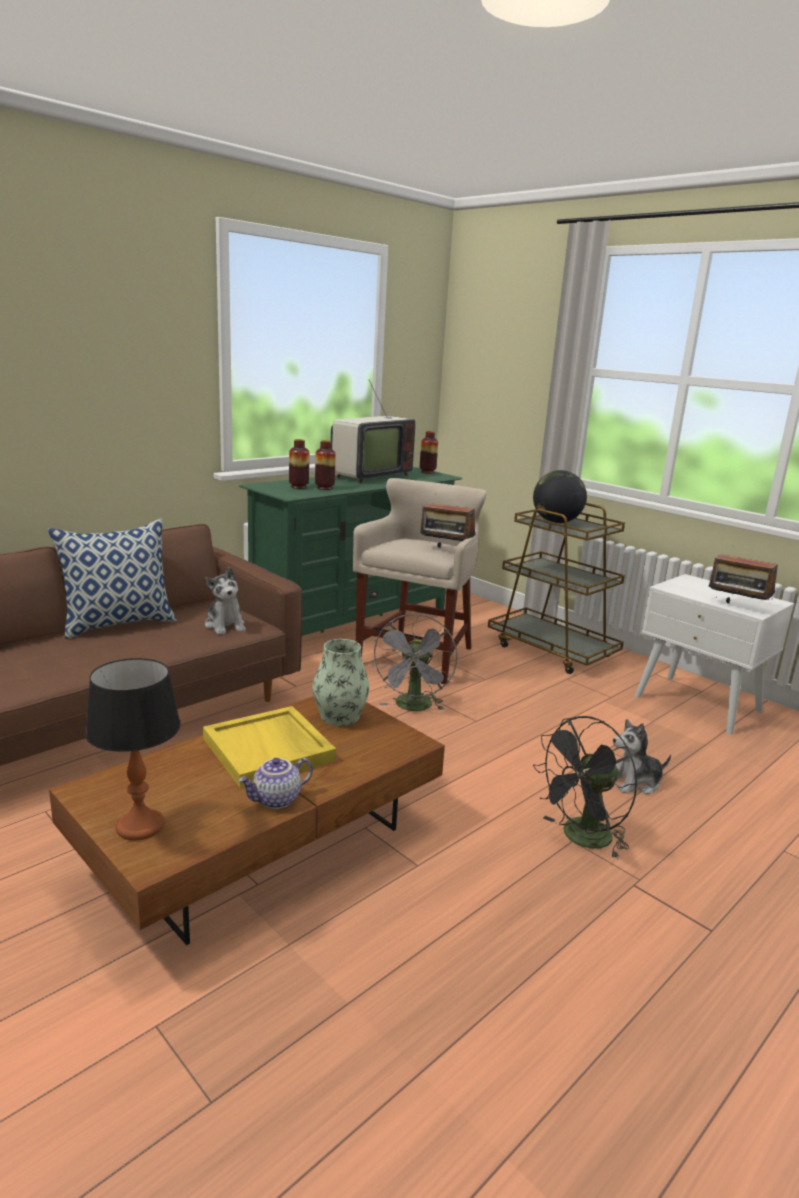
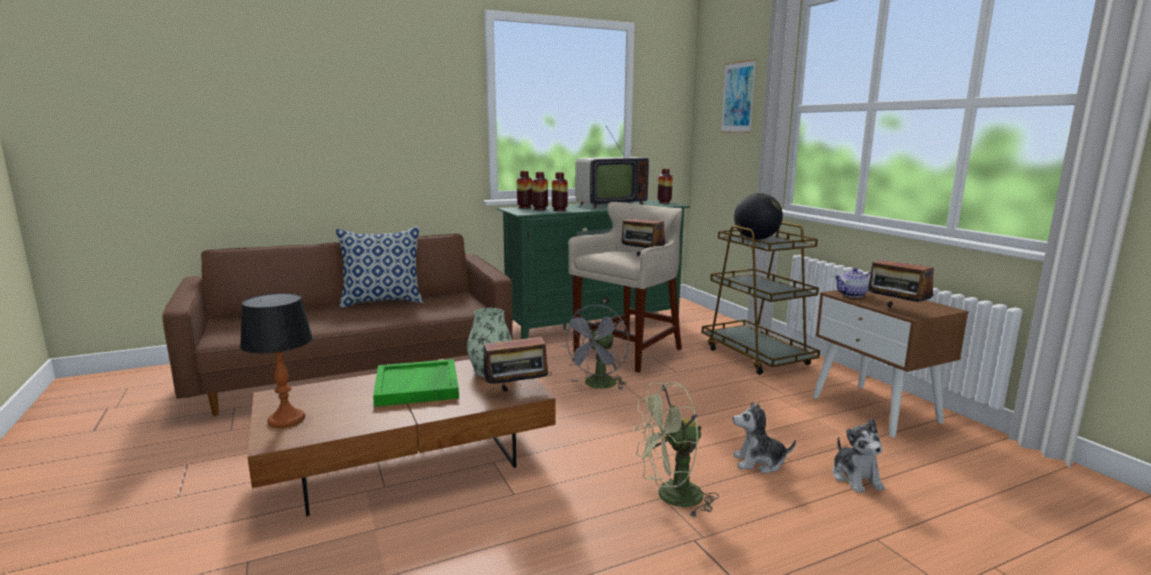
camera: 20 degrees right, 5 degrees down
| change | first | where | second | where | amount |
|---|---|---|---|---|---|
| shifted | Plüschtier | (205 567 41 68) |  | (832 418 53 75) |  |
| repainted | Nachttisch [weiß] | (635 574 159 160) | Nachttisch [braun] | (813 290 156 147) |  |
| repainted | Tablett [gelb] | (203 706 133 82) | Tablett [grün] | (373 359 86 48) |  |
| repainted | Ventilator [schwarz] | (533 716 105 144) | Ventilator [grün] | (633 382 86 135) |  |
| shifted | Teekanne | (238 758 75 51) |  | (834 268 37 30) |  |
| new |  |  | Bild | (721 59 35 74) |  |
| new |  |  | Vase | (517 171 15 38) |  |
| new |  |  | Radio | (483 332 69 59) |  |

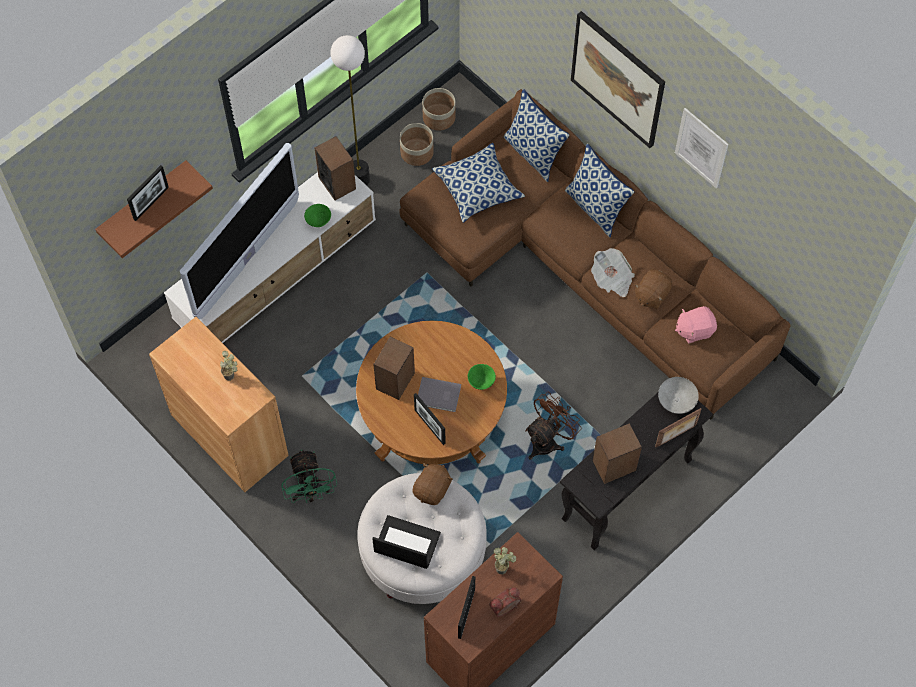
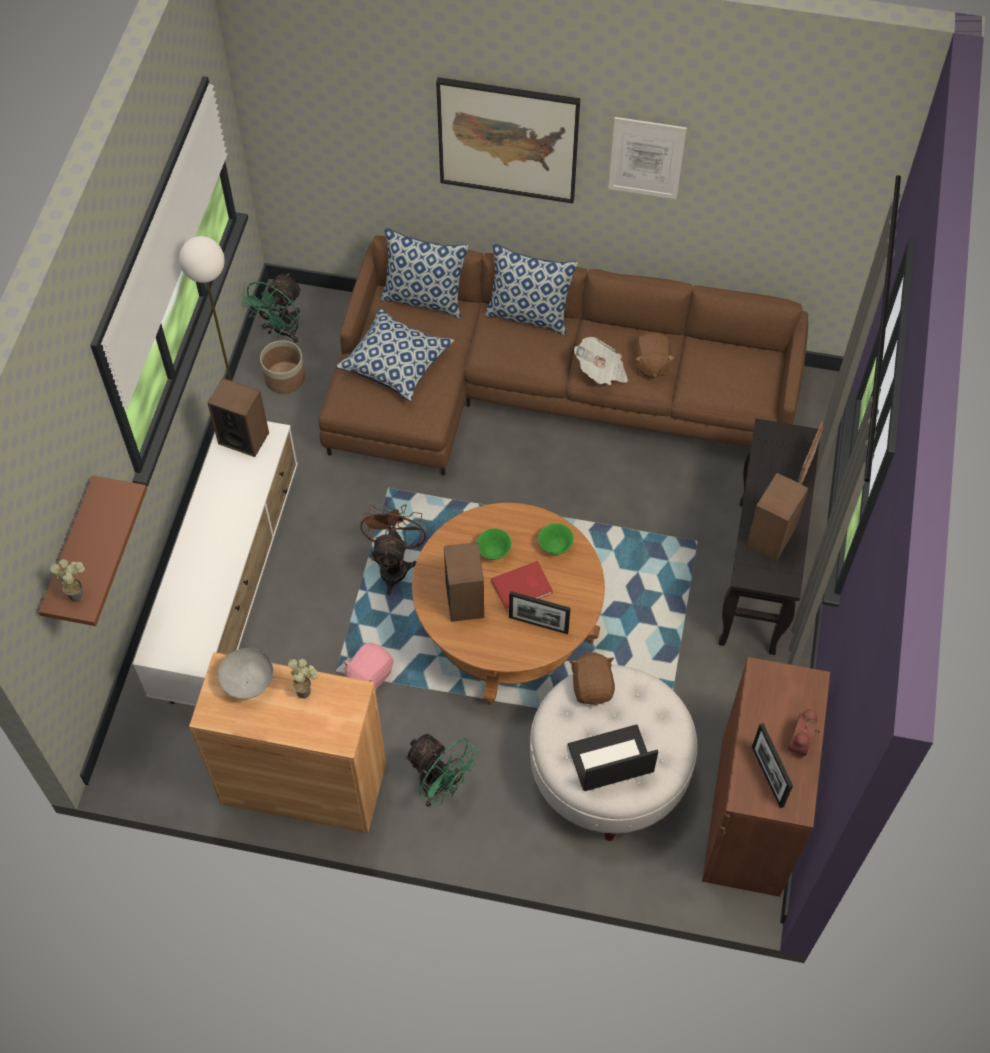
camera: 35 degrees left, 5 degrees down
| change | first | where | second | where | amount |
|---|---|---|---|---|---|
| swapped | Pflanzkübel | (422 88 34 43) | Ventilator [grün] | (241 273 61 70) |  |
| gone | Fernseher | (180 143 119 176) |  |  |  |
| gone | Bilderrahmen | (127 165 42 56) |  |  |  |
| shifted | Schüssel [grün] | (304 204 27 23) |  | (477 528 35 32) |  |
| shifted | Plüschtier [rosa] | (675 306 42 37) |  | (343 642 50 49) |  |
| repainted | Buch [grau] | (418 377 43 35) | Buch [rot] | (491 561 62 50) |  |
| shifted | Schüssel [grau] | (658 377 41 37) |  | (218 648 55 51) |  |
| shifted | Ventilator [braun] | (525 392 57 68) |  | (360 501 68 94) |  |
| shifted | Topfpflanze | (494 547 22 28) |  | (50 559 35 43) |  |

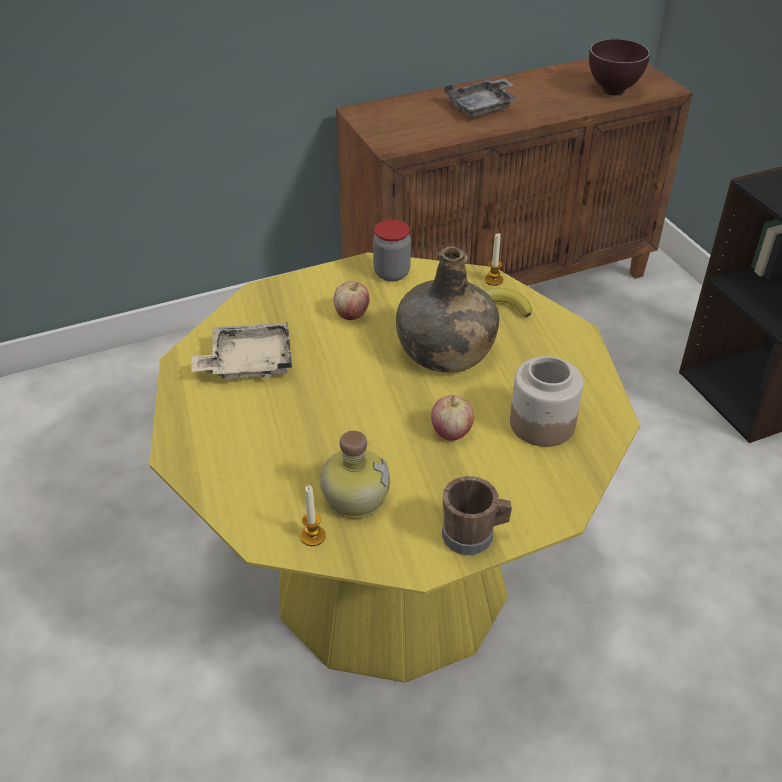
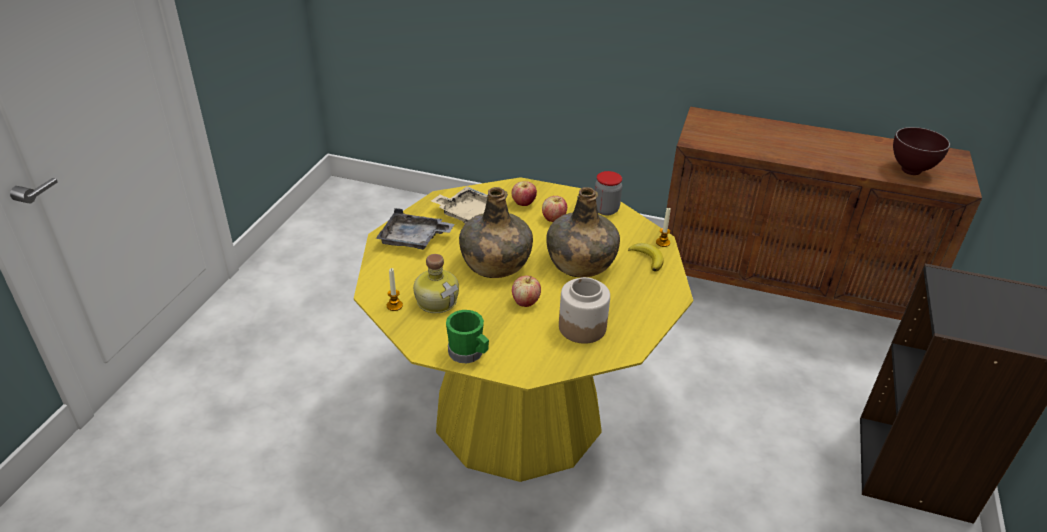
camera: 40 degrees right, 5 degrees down
| change | first | where | second | where | amount |
|---|---|---|---|---|---|
| shifted | Tablett [grau] | (444 78 73 39) |  | (376 208 78 42) |  |
| repainted | Henkelbecher [braun] | (442 476 70 79) | Henkelbecher [grün] | (446 310 43 53) |  |
| new |  |  | Apfel | (512 181 25 25) |  |
| new |  |  | Flasche [grün] | (459 187 74 91) |  |

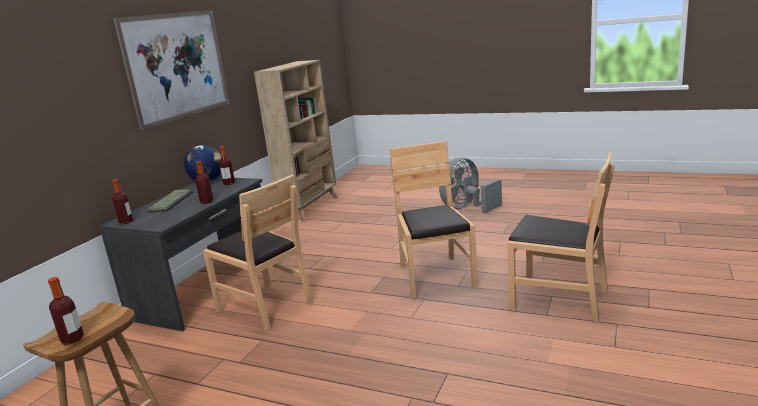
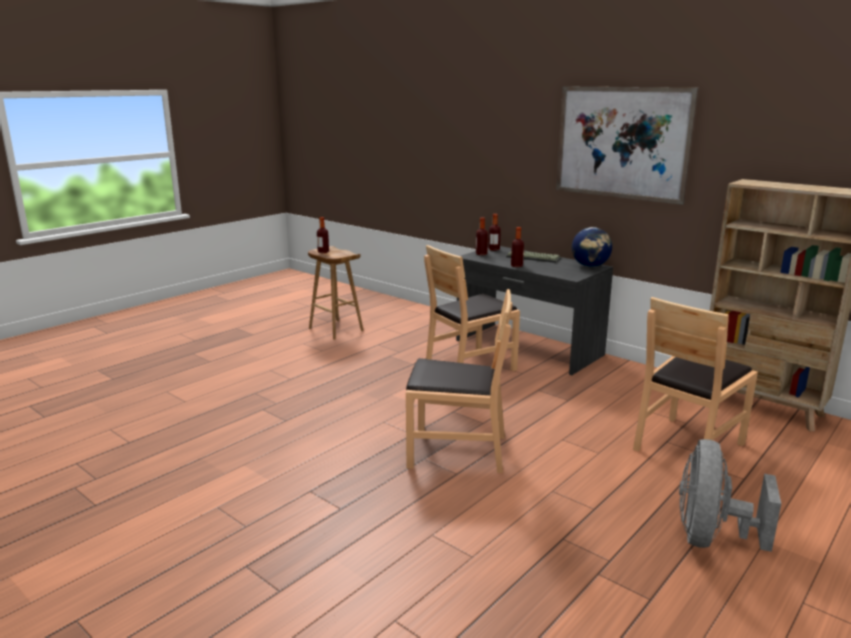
camera: 105 degrees right, 0 degrees up
| change | first | where | second | where | amount |
|---|---|---|---|---|---|
| shifted | Flasche | (219 146 16 39) |  | (476 217 12 38) |  |
| shifted | Stuhl [braun] | (507 152 107 170) |  | (633 297 125 155) |  |
| rotated | Ventilator [grau] | (439 157 63 56) |  | (679 439 102 113) | 135 degrees counterclockwise |

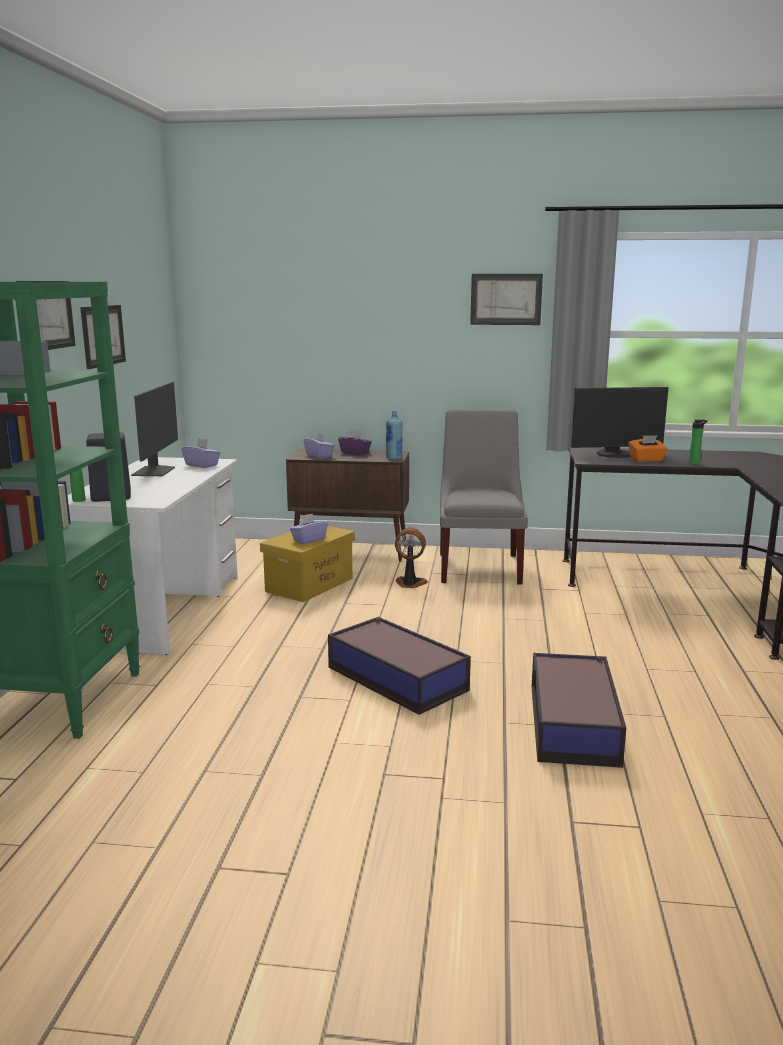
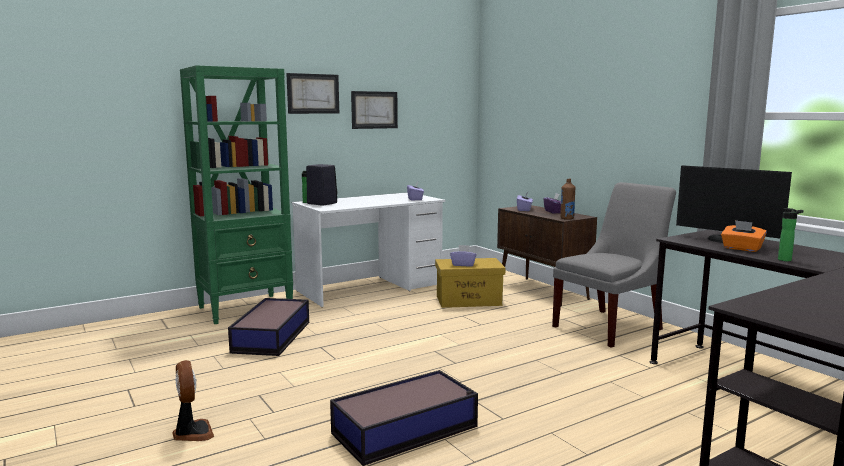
camera: 50 degrees right, 5 degrees down
| change | first | where | second | where | amount |
|---|---|---|---|---|---|
| gone | Bild | (470 274 73 51) |  |  |  |
| gone | Monitor | (131 382 47 94) |  |  |  |
| repainted | Flasche [blau] | (386 411 17 49) | Flasche [braun] | (560 179 15 41) |  |
| shifted | Ventilator | (395 528 33 60) |  | (172 360 42 81) |  |
| shifted | Aufbewahrungsbox | (328 617 143 98) |  | (228 298 81 58) |  |

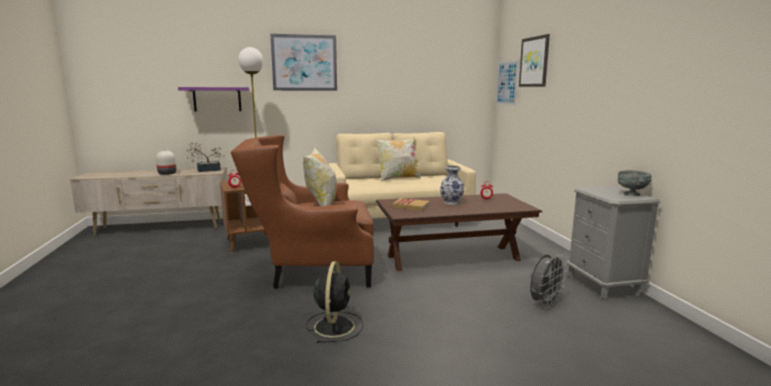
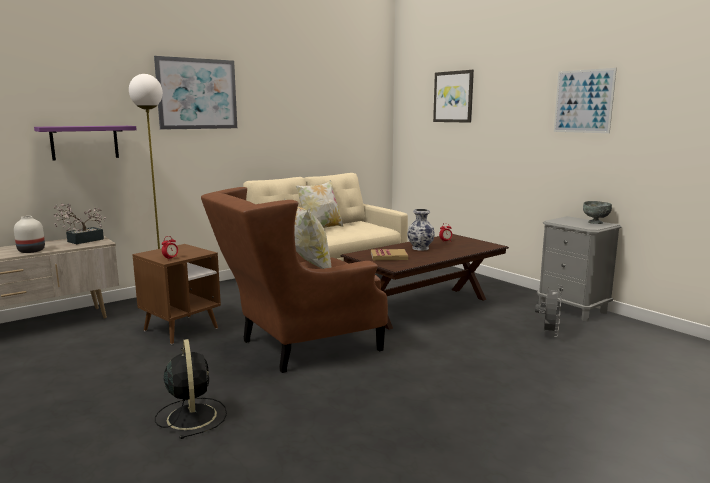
camera: 25 degrees left, 0 degrees up
| change | first | where | second | where | amount |
|---|---|---|---|---|---|
| shifted | Bild | (496 60 23 46) |  | (554 68 63 65) |  |
| shifted | Ventilator [schwarz] | (306 261 57 82) |  | (155 339 72 100) |  |

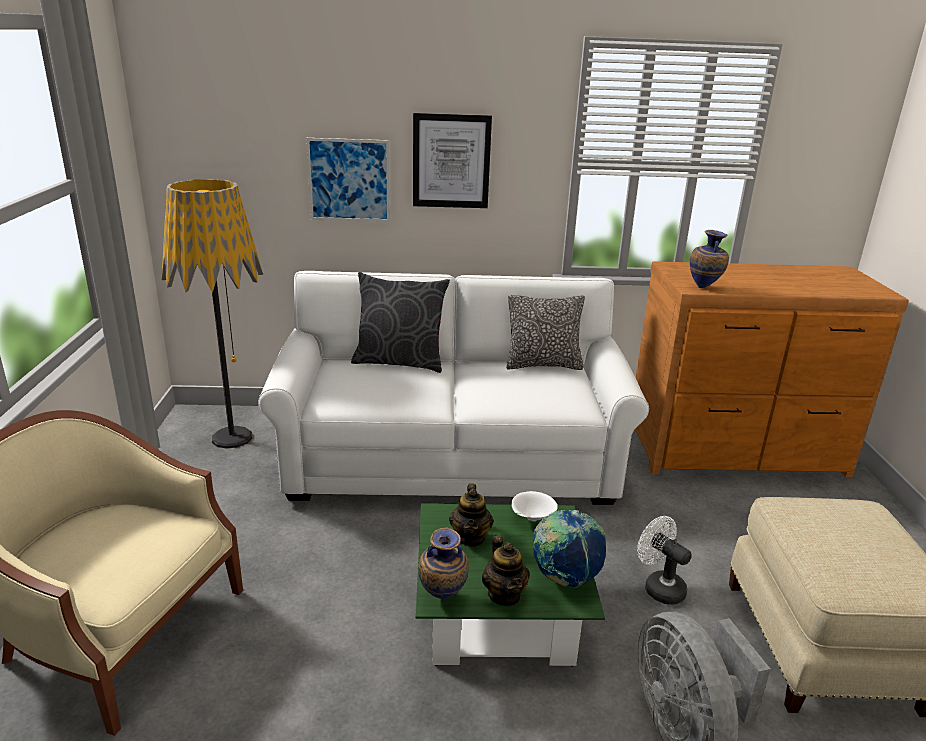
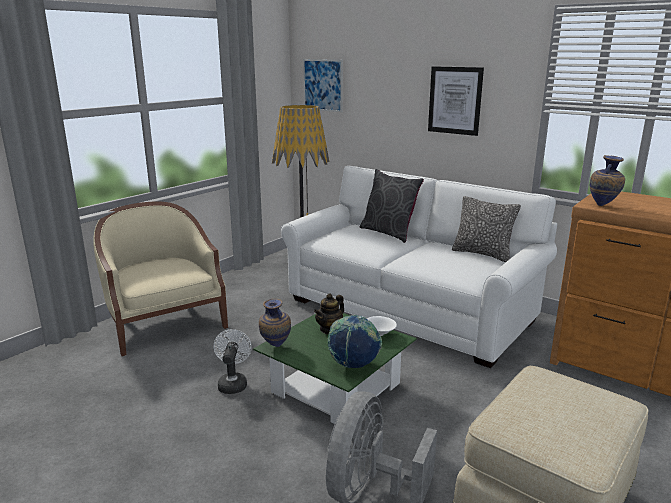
camera: 40 degrees right, 5 degrees down
| change | first | where | second | where | amount |
|---|---|---|---|---|---|
| shifted | Bild | (306 138 84 84) |  | (303 59 40 53) |  |
| shifted | Ventilator [weiß] | (637 516 54 89) |  | (214 329 38 65) |  |
| gone | Teekanne | (482 535 48 71) |  |  |  |

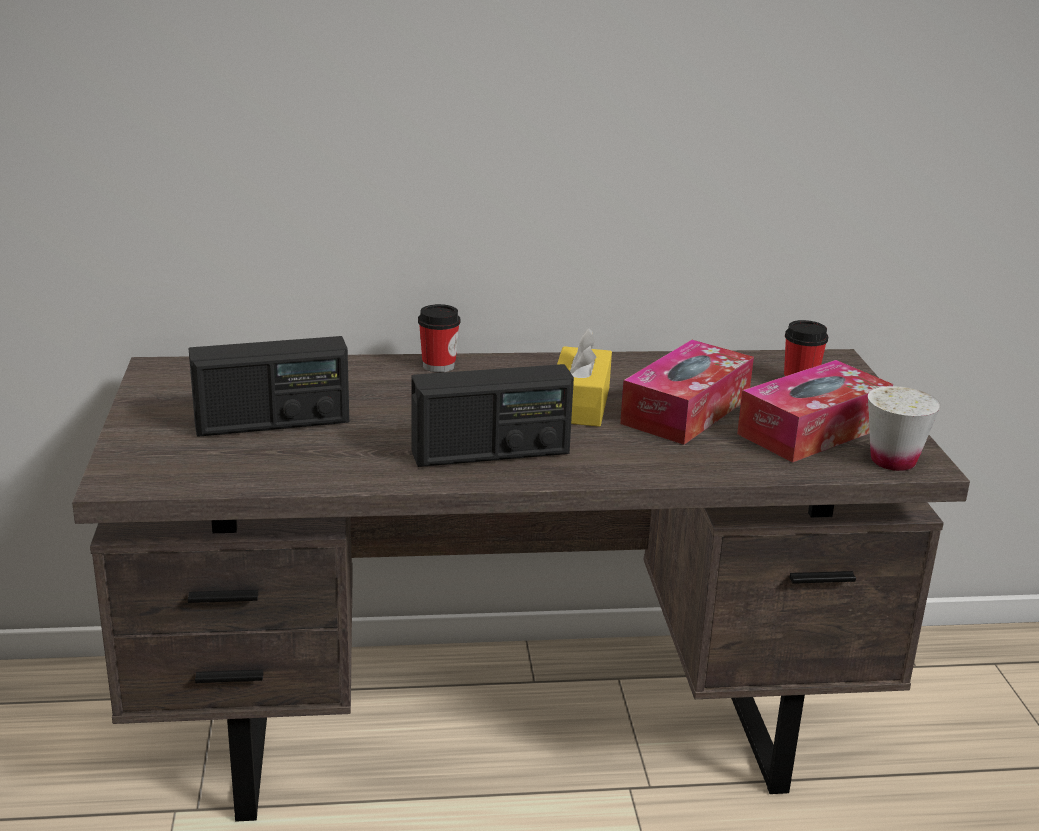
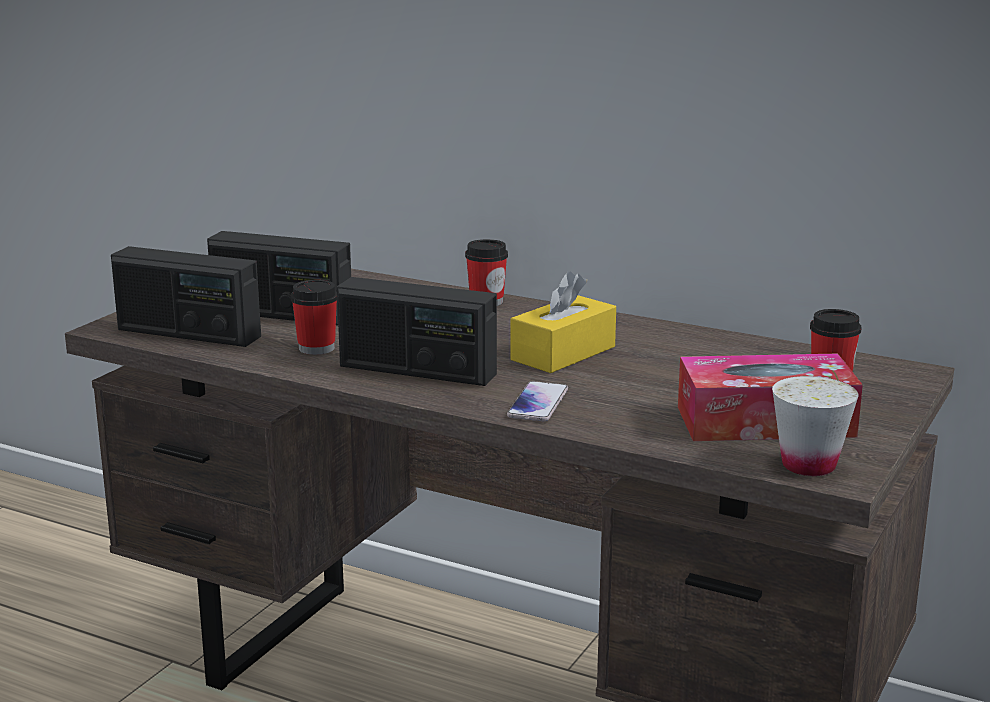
camera: 35 degrees right, 5 degrees down
| change | first | where | second | where | amount |
|---|---|---|---|---|---|
| gone | Taschentuchbox | (620 340 134 105) |  |  |  |
| new |  |  | Radio | (111 246 150 101) |  |
| new |  |  | Tasse | (291 280 46 75) |  |
| new |  |  | Handy | (507 381 61 40) |  |

